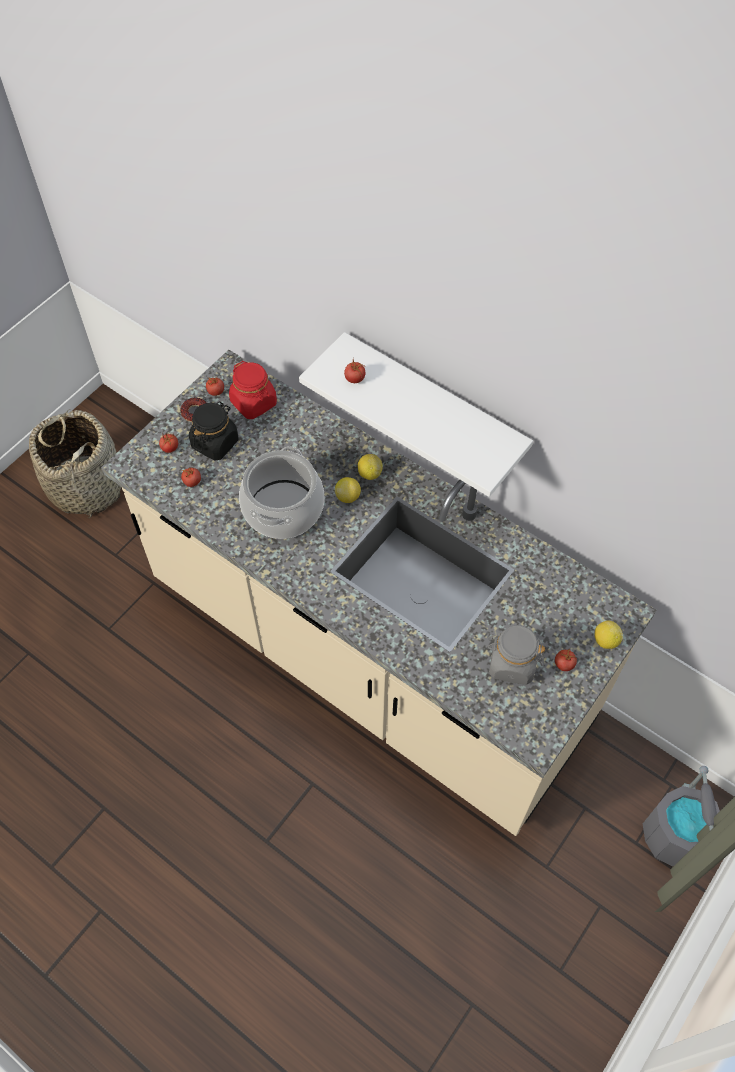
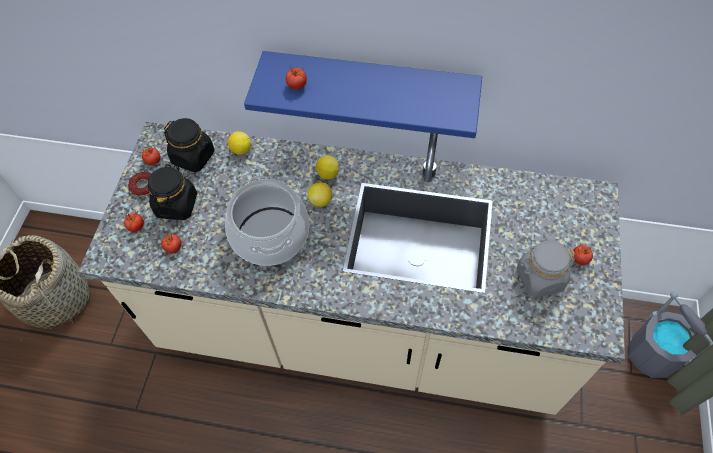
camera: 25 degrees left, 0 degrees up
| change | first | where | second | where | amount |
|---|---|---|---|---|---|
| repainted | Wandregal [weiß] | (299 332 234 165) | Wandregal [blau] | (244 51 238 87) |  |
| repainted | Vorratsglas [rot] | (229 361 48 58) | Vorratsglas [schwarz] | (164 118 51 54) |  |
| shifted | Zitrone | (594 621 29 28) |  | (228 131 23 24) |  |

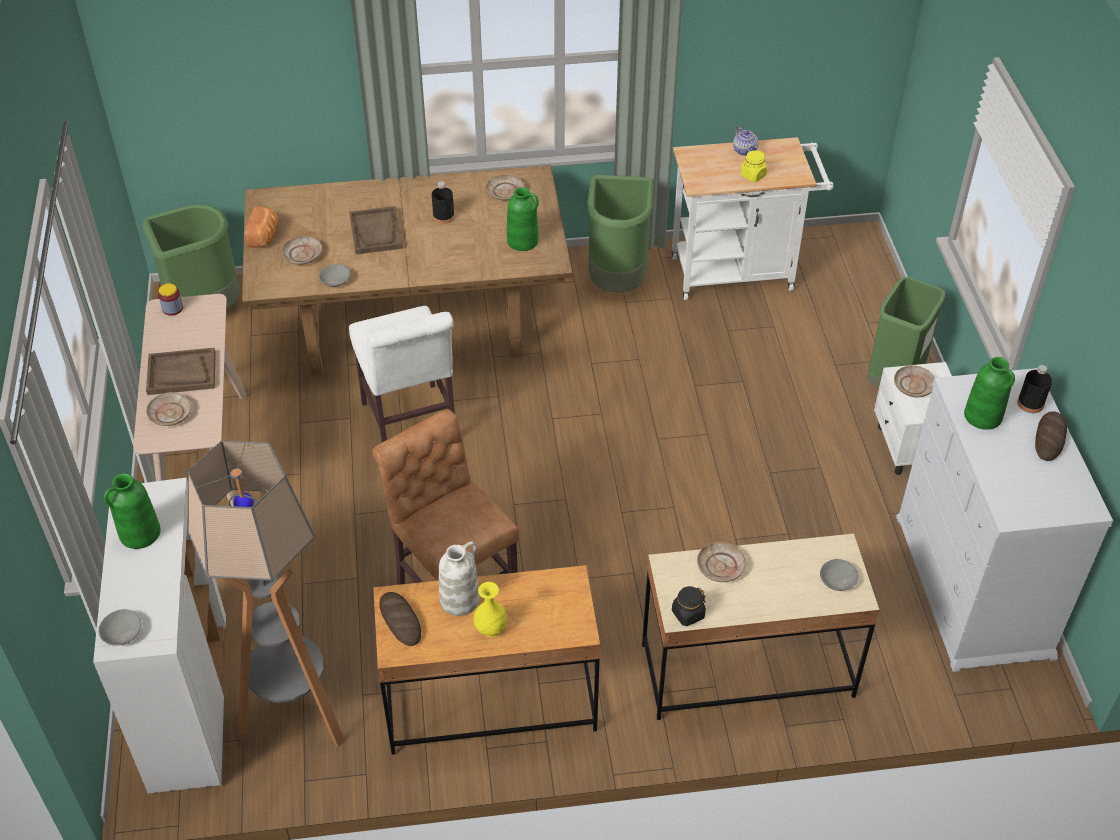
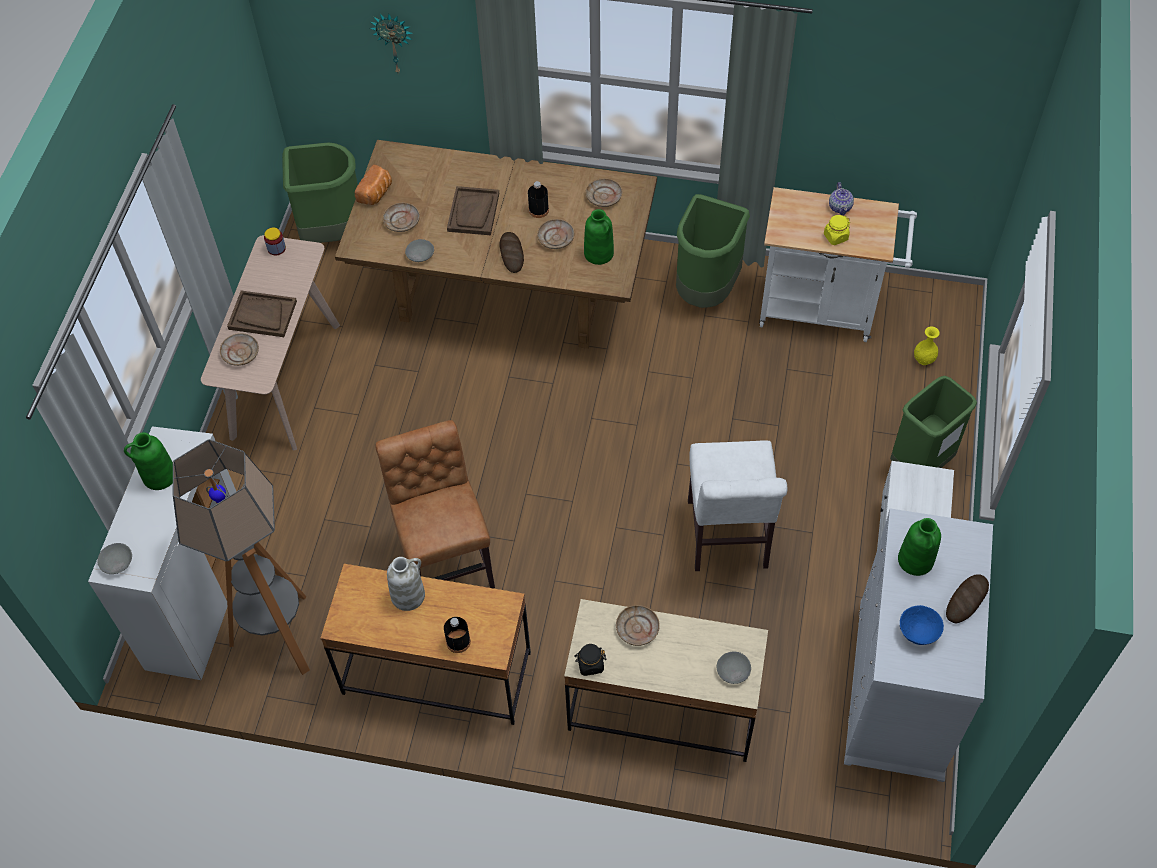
camera: 20 degrees right, 10 degrees up
| change | first | where | second | where | amount |
|---|---|---|---|---|---|
| shifted | Stuhl [weiß] | (349 306 106 137) |  | (688 440 100 131) |  |
| shifted | Teller [beige] | (894 365 41 32) |  | (537 219 37 30) |  |
| shifted | Flasche [schwarz] | (1017 365 35 48) |  | (444 617 27 36) |  |
| shifted | Vase [gelb] | (474 582 33 55) |  | (914 327 26 38) |  |
| shifted | Brot | (379 592 42 54) |  | (500 232 24 41) |  |
| new |  |  | Wanduhr | (370 14 43 61) |  |
| new |  |  | Schüssel [blau] | (900 605 44 40) |  |

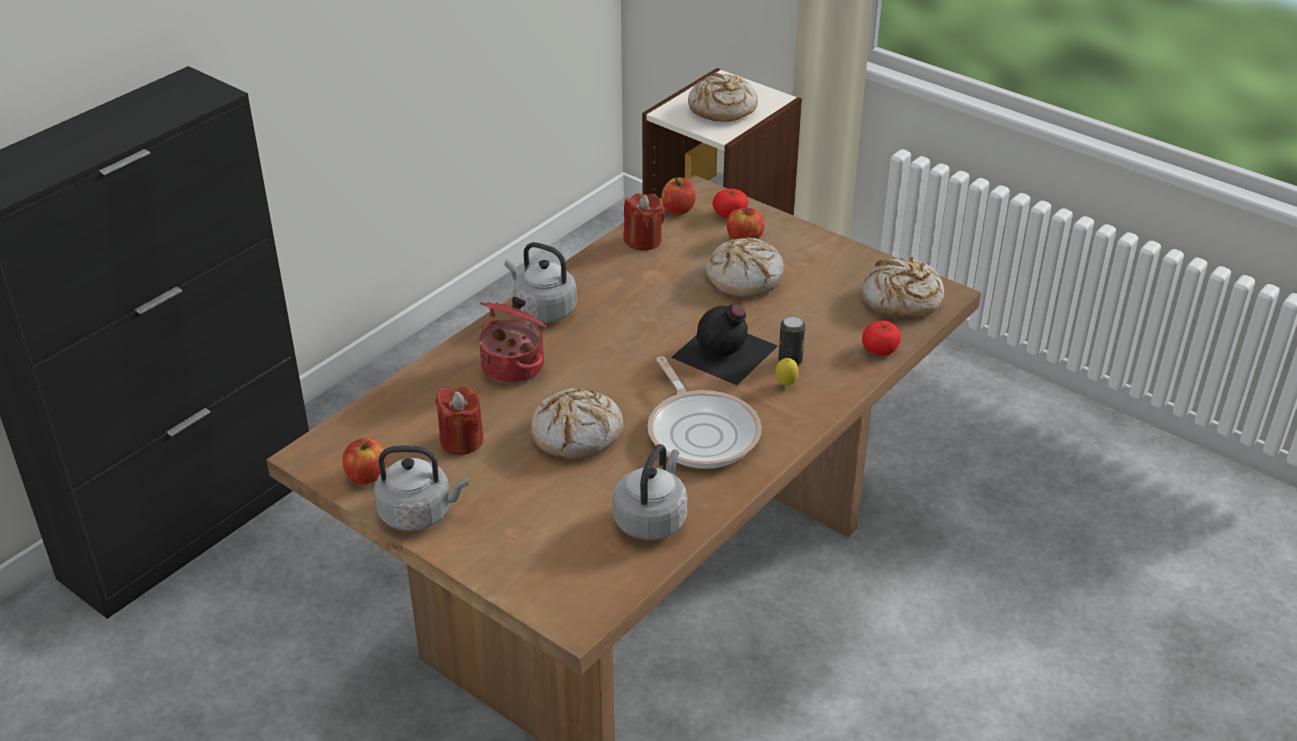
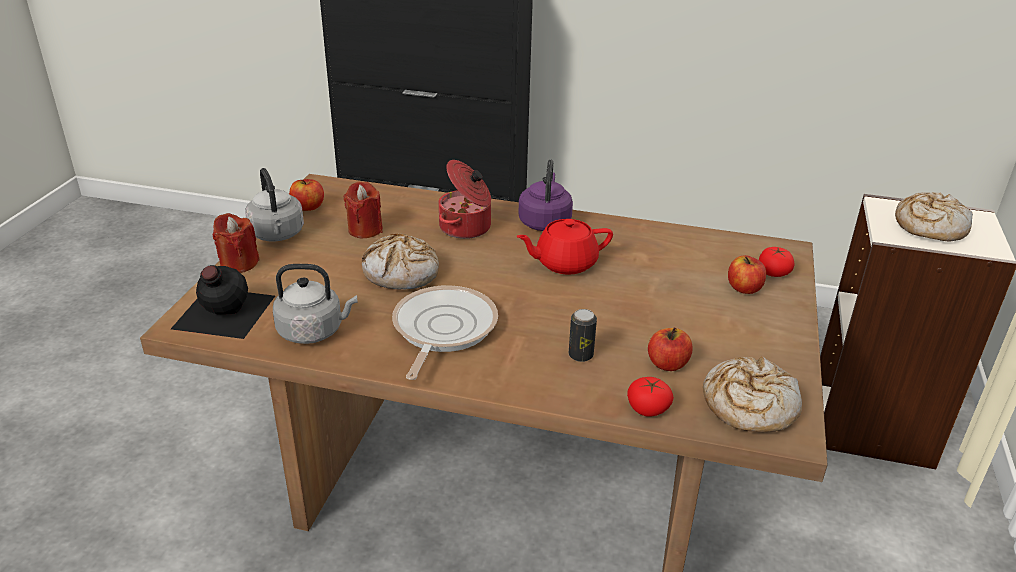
camera: 65 degrees right, 5 degrees down
| change | first | where | second | where | amount |
|---|---|---|---|---|---|
| shifted | Apfel | (661 177 35 38) |  | (648 327 45 44) |  |
| shifted | Kerze [rot] | (623 193 42 57) |  | (213 213 47 60) |  |
| gone | Brot | (705 238 79 60) |  |  |  |
| repainted | Wasserkessel [grau] | (505 242 72 81) | Wasserkessel [lila] | (519 159 54 72) |  |
| shifted | Flasche [schwarz] | (671 304 106 81) |  | (171 265 104 74) |  |
| rotated | Pfanne | (647 357 114 112) |  | (392 285 106 95) | 150 degrees clockwise |
| gone | Zitrone | (775 358 23 28) |  |  |  |
| new |  |  | Teekanne [rot] | (516 219 97 56) |  |

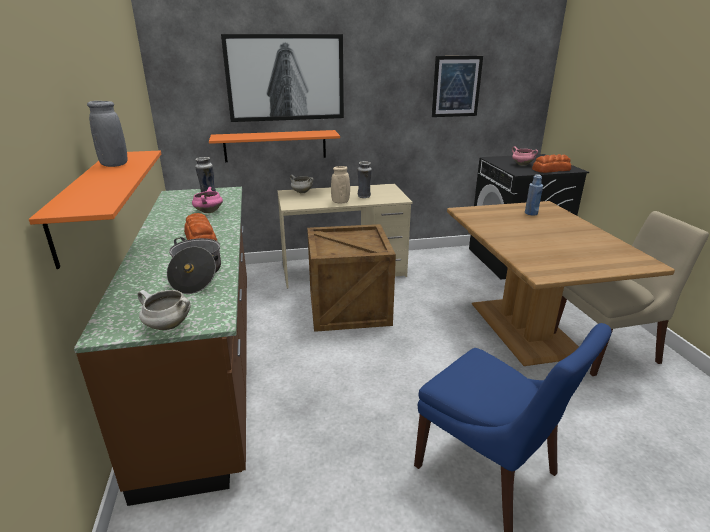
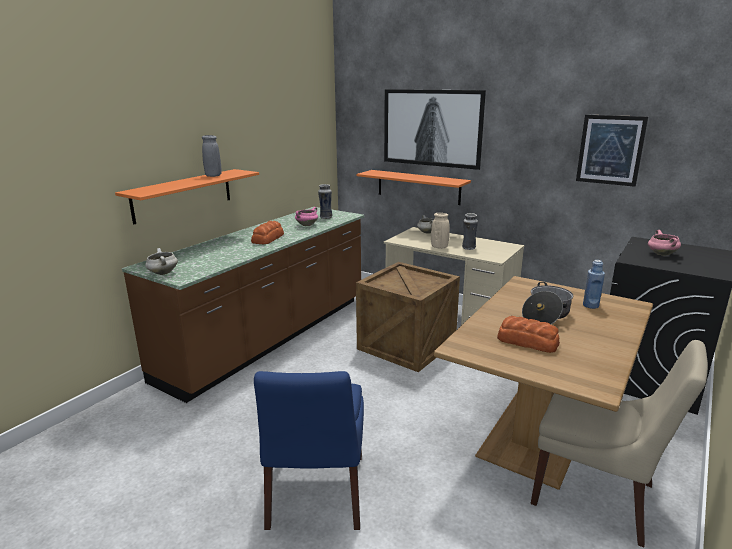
camera: 45 degrees right, 5 degrees down
| change | first | where | second | where | amount |
|---|---|---|---|---|---|
| shifted | Brot | (532 154 39 19) |  | (497 316 63 37) |  |
| shifted | Kochtopf | (167 237 54 57) |  | (522 282 51 42) |  |

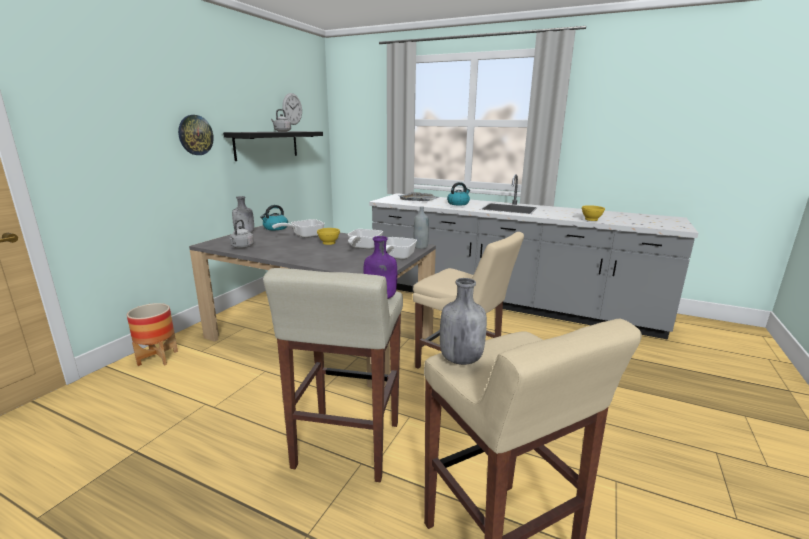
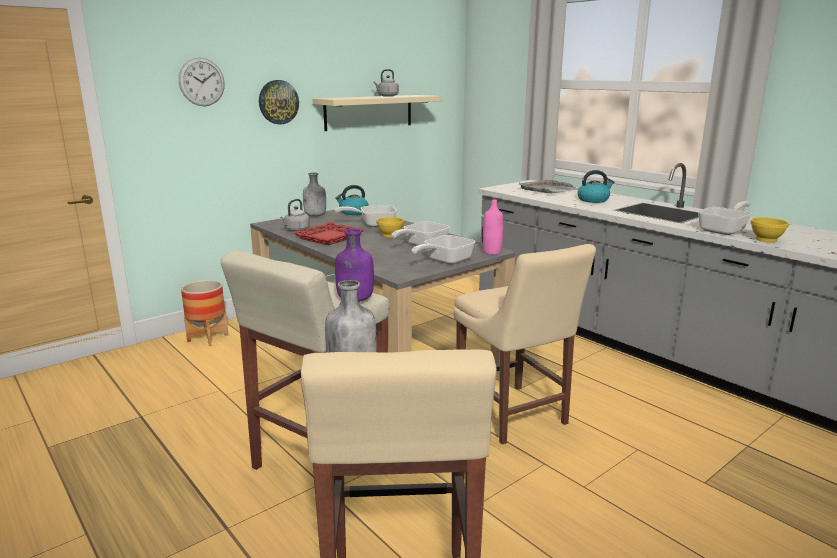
camera: 25 degrees right, 0 degrees up
| change | first | where | second | where | amount |
|---|---|---|---|---|---|
| shifted | Wanduhr | (282 93 20 32) |  | (179 57 46 49) |  |
| repainted | Wandregal [schwarz] | (223 131 100 30) | Wandregal [beige] | (313 95 128 36) |  |
| repainted | Flasche [grau] | (414 206 15 43) | Flasche [rosa] | (483 199 20 56) |  |
| new |  |  | Pfanne | (697 201 55 34) |  |
| new |  |  | Tablett [rot] | (293 222 71 23) |  |

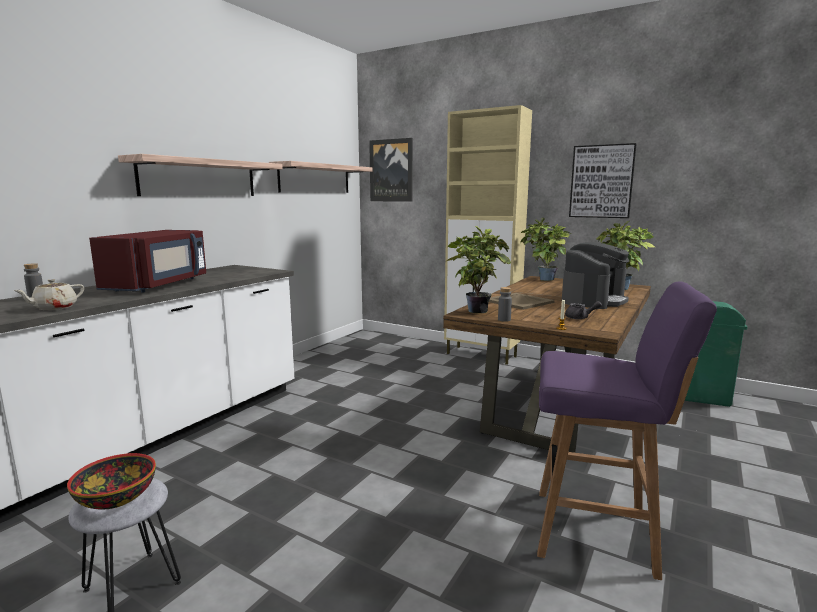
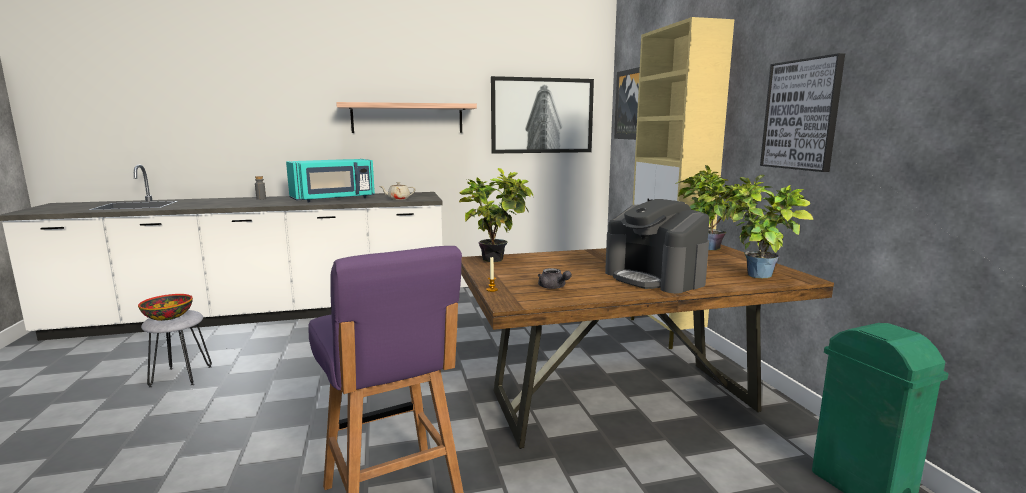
camera: 45 degrees right, 0 degrees up
| change | first | where | second | where | amount |
|---|---|---|---|---|---|
| swapped | Wandregal | (269 161 104 32) | Bild | (491 76 103 78) |  |
| repainted | Mikrowelle [rot] | (89 230 117 63) | Mikrowelle [türkis] | (286 159 89 43) |  |
| rotated | Kaffeemaschine | (562 242 67 67) |  | (605 199 104 94) | 60 degrees clockwise |
| shifted | Teekanne [beige] | (13 279 71 31) |  | (380 182 36 18) |  |
| gone | Flasche [grau] | (498 287 14 35) |  |  |  |
| gone | Tablett [beige] | (489 293 66 17) |  |  |  |

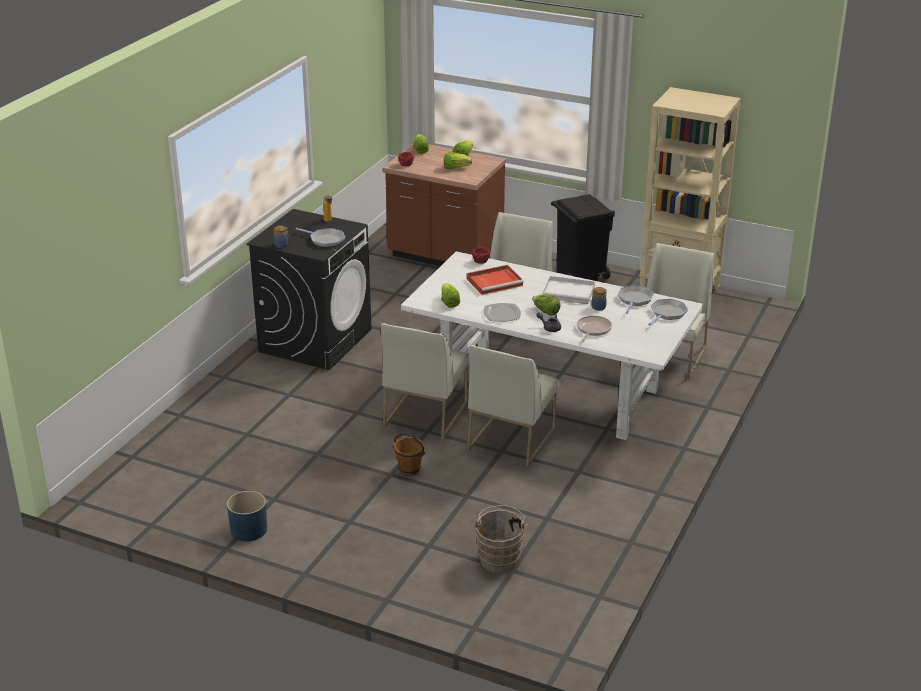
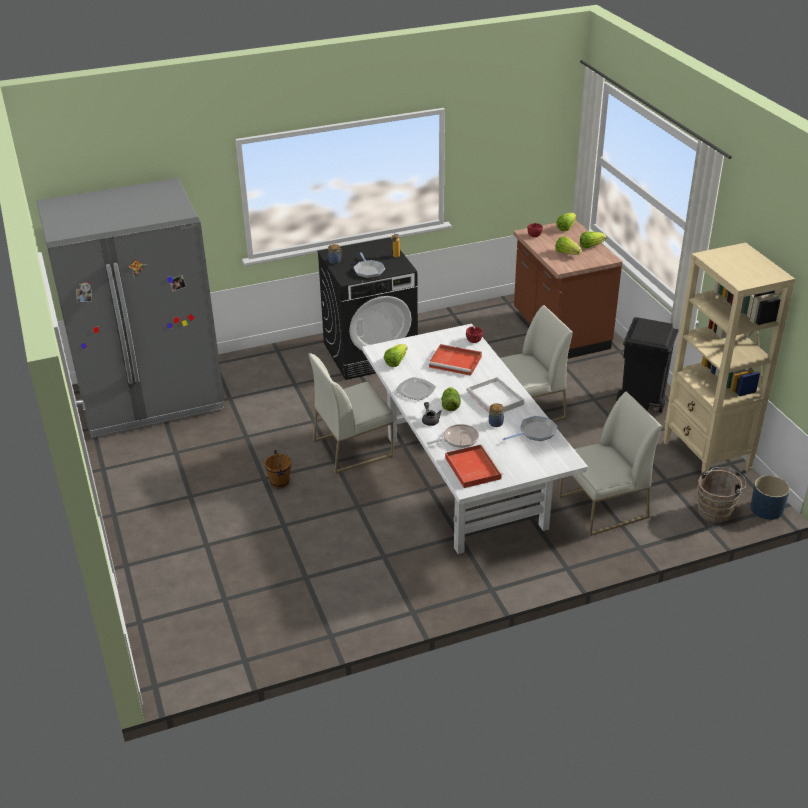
camera: 45 degrees right, 5 degrees up
| change | first | where | second | where | amount |
|---|---|---|---|---|---|
| gone | Pfanne | (648 299 40 26) |  |  |  |
| gone | Stuhl [weiß] | (467 345 92 121) |  |  |  |
| shifted | Pflanzkübel [blau] | (227 491 40 50) |  | (750 475 40 45) |  |
| shifted | Eimer [braun] | (473 505 55 68) |  | (698 467 48 56) |  |
| new |  |  | Kühlschrank [grau] | (36 178 188 260) |  |
| new |  |  | Tablett [rot] | (445 444 58 44) |  |

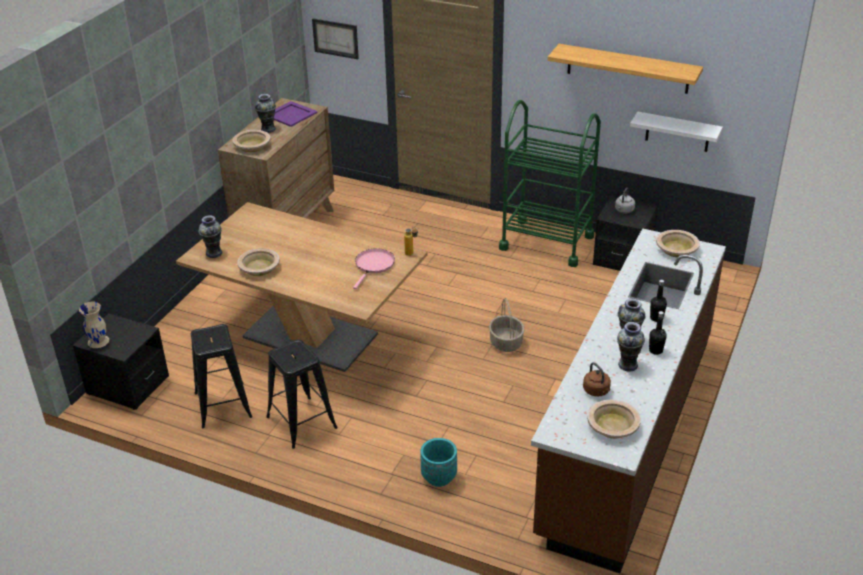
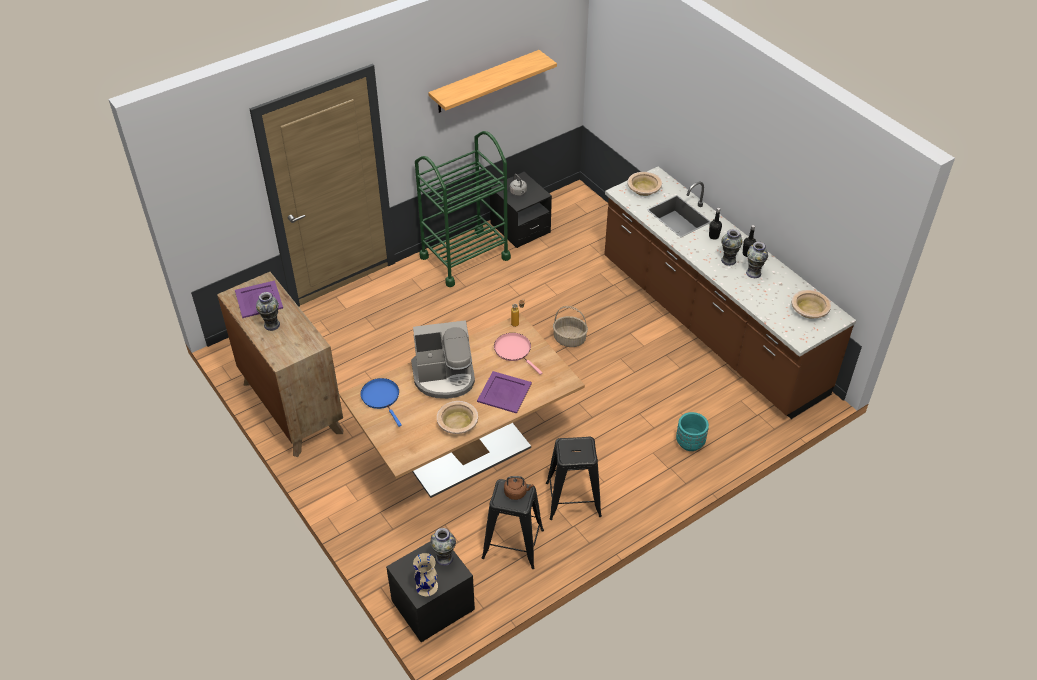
camera: 60 degrees left, 10 degrees up
| change | first | where | second | where | amount |
|---|---|---|---|---|---|
| gone | Bild | (312 19 47 40) |  |  |  |
| gone | Wandregal [weiß] | (630 112 93 40) |  |  |  |
| gone | Schüssel [beige] | (233 130 37 22) |  |  |  |
| shifted | Vase | (198 215 24 43) |  | (430 528 26 38) |  |
| shifted | Wasserkessel [braun] | (583 362 28 35) |  | (504 476 29 24) |  |
| new |  |  | Kaffeemaschine | (411 320 64 79) |  |
| new |  |  | Tablett [lila] | (477 371 55 43) |  |
| new |  |  | Pfanne [blau] | (360 378 42 49) |  |

